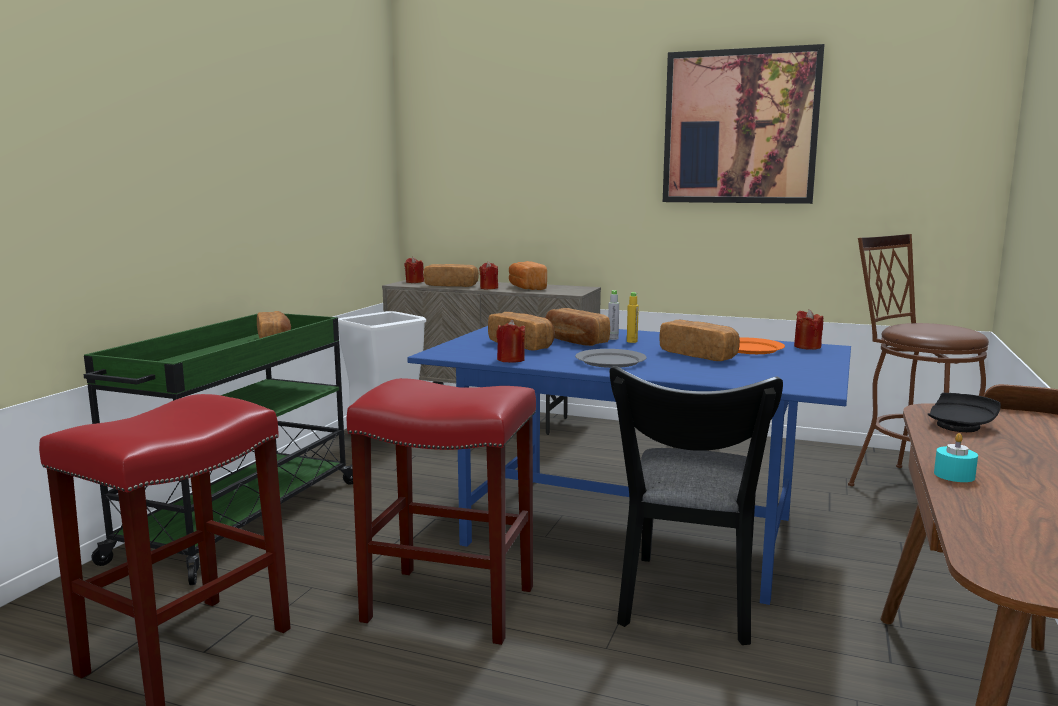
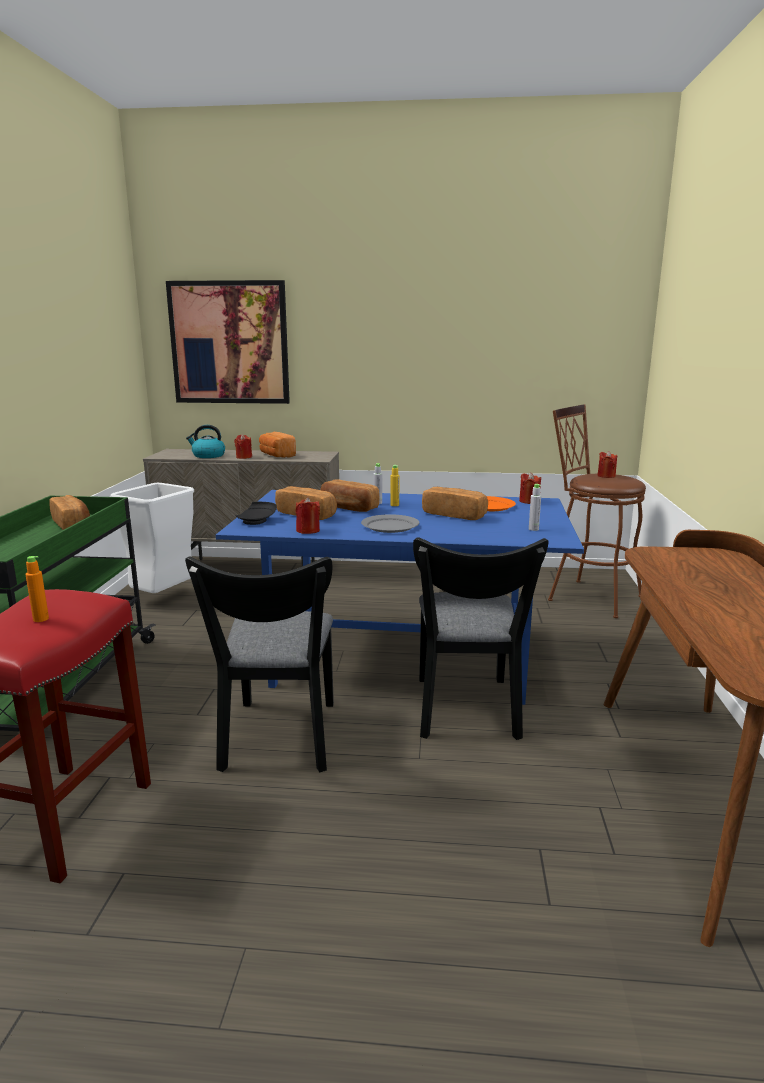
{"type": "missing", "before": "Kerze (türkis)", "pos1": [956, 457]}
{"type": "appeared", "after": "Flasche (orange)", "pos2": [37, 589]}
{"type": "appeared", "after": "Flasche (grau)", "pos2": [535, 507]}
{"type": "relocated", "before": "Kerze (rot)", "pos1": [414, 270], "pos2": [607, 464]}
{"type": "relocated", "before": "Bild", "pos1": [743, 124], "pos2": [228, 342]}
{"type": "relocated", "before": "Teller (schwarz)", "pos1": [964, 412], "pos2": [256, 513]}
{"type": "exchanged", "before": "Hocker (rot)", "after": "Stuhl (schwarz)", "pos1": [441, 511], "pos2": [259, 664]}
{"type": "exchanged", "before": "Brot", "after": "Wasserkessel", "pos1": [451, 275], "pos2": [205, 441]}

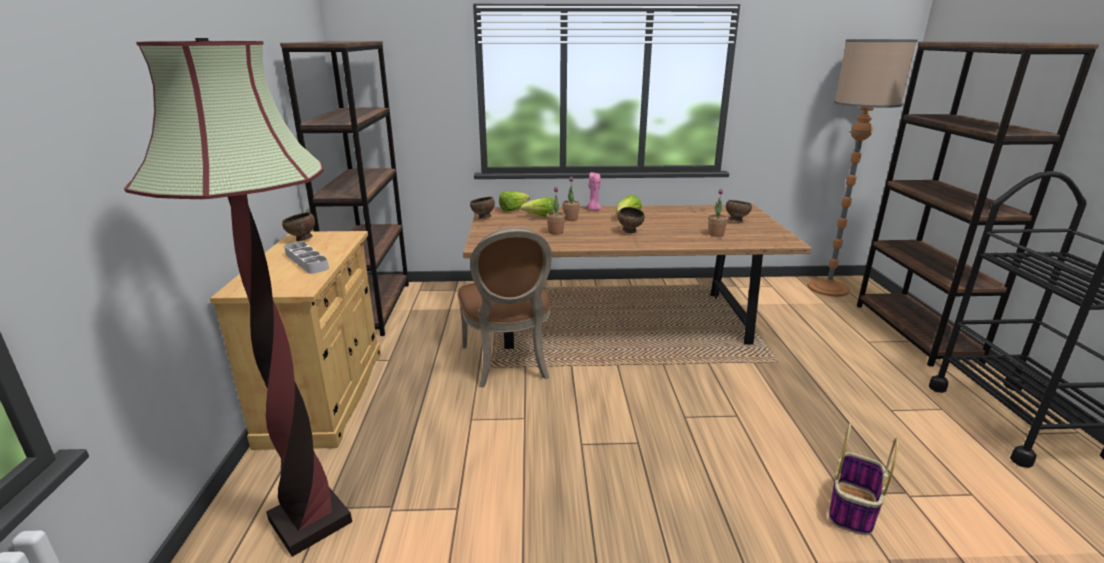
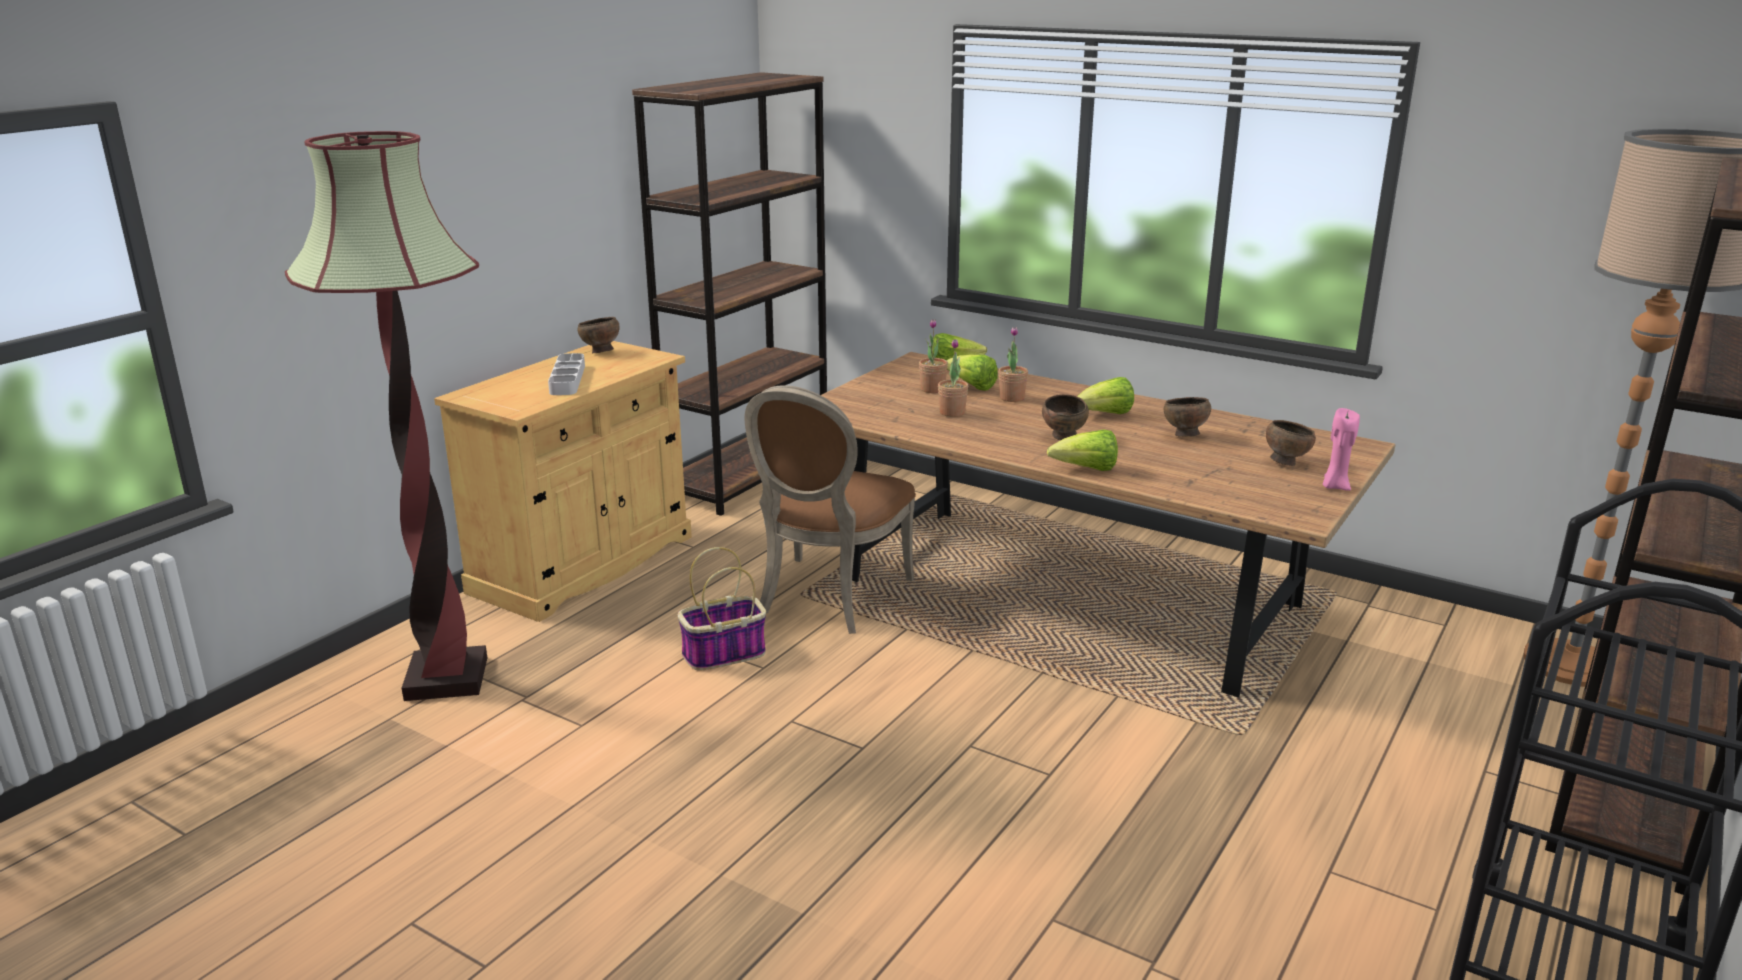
{"type": "appeared", "after": "Salatkopf", "pos2": [1082, 450]}
{"type": "relocated", "before": "Schüssel (braun)", "pos1": [482, 208], "pos2": [1187, 417]}
{"type": "relocated", "before": "Kerze (rosa)", "pos1": [594, 191], "pos2": [1341, 449]}
{"type": "relocated", "before": "Topfpflanze", "pos1": [718, 213], "pos2": [933, 356]}
{"type": "relocated", "before": "Korb", "pos1": [864, 479], "pos2": [721, 609]}

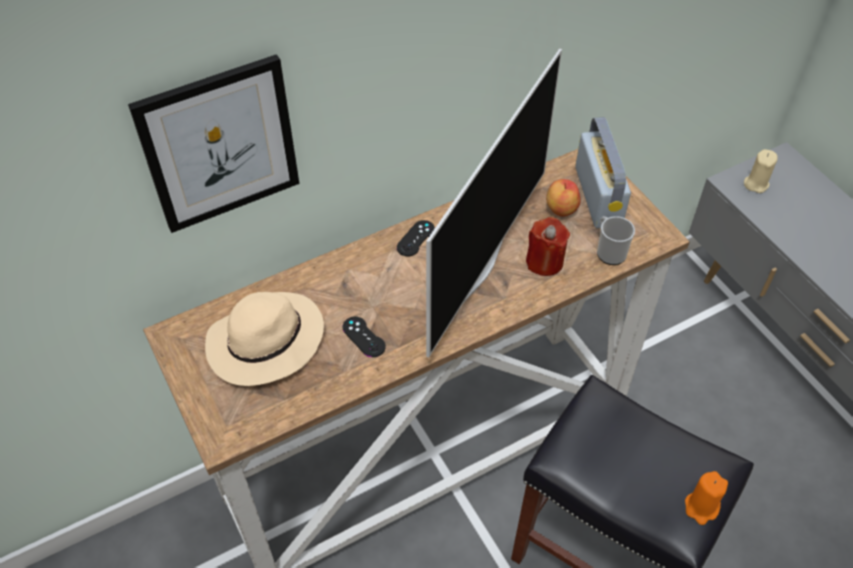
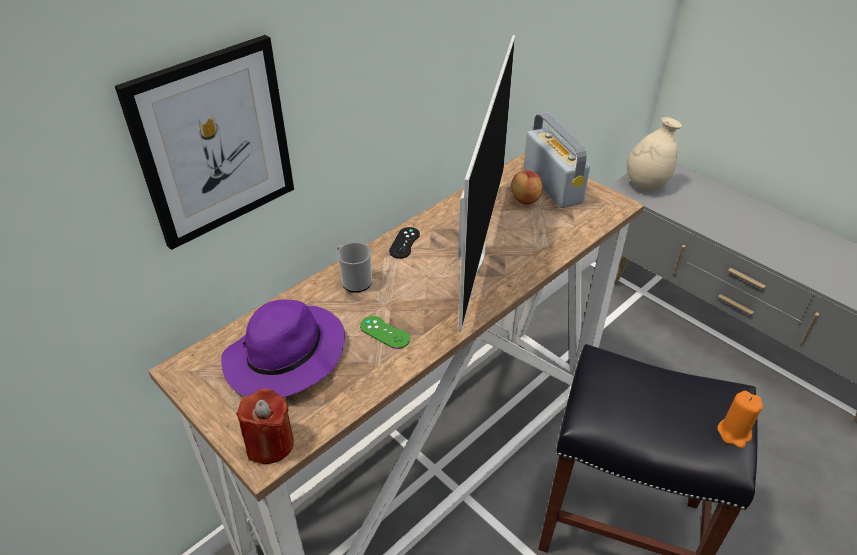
{"type": "relocated", "before": "Kerze (rot)", "pos1": [548, 246], "pos2": [265, 426]}
{"type": "relocated", "before": "Henkelbecher", "pos1": [616, 240], "pos2": [354, 267]}
{"type": "exchanged", "before": "Kerze (beige)", "after": "Vase (beige)", "pos1": [761, 171], "pos2": [654, 154]}
{"type": "colour", "before": "Hut (beige)", "after": "Hut (lila)", "pos1": [264, 339], "pos2": [283, 348]}
{"type": "colour", "before": "Gamepad (schwarz)", "after": "Gamepad (grün)", "pos1": [364, 337], "pos2": [385, 332]}

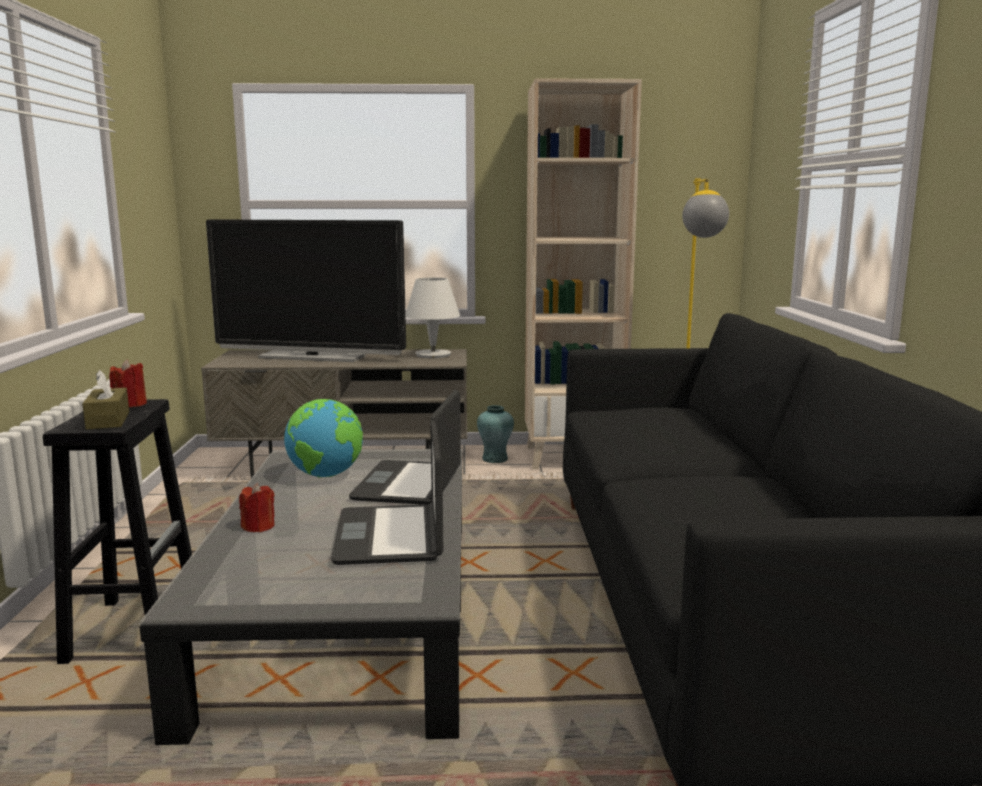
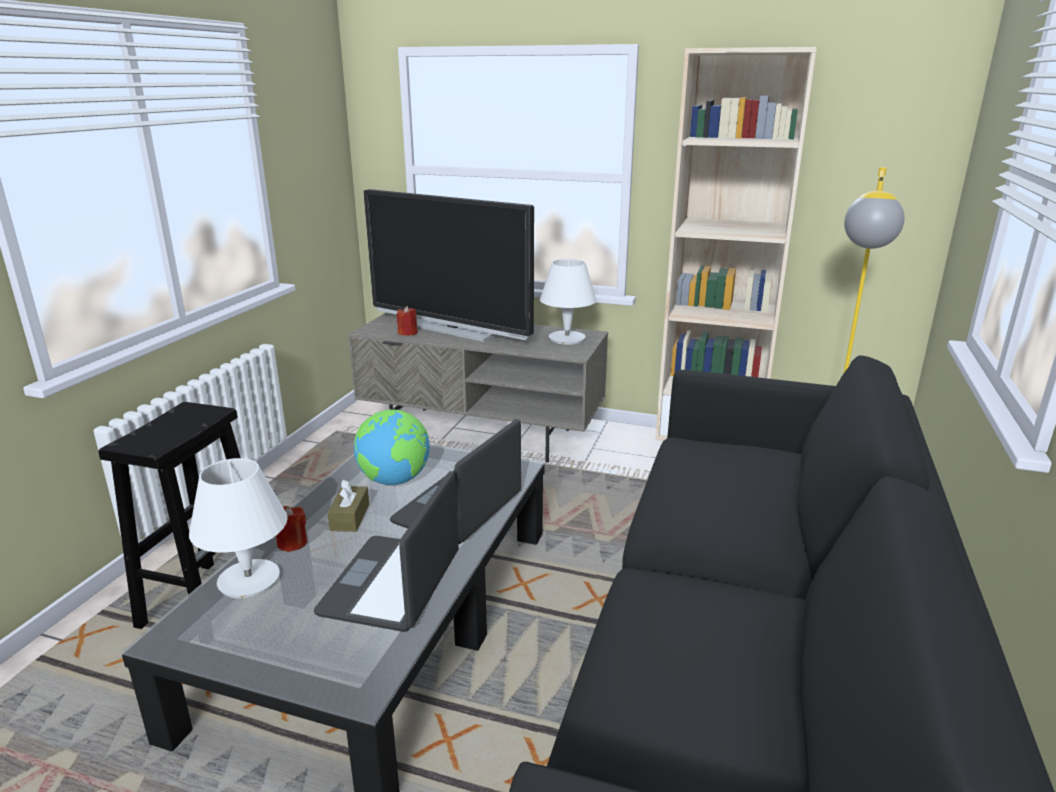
{"type": "missing", "before": "Vase (türkis)", "pos1": [495, 434]}
{"type": "appeared", "after": "Tischlampe (weiß)", "pos2": [238, 528]}
{"type": "relocated", "before": "Taschentuchbox (braun)", "pos1": [105, 400], "pos2": [348, 506]}
{"type": "relocated", "before": "Kerze (rot)", "pos1": [128, 383], "pos2": [407, 321]}

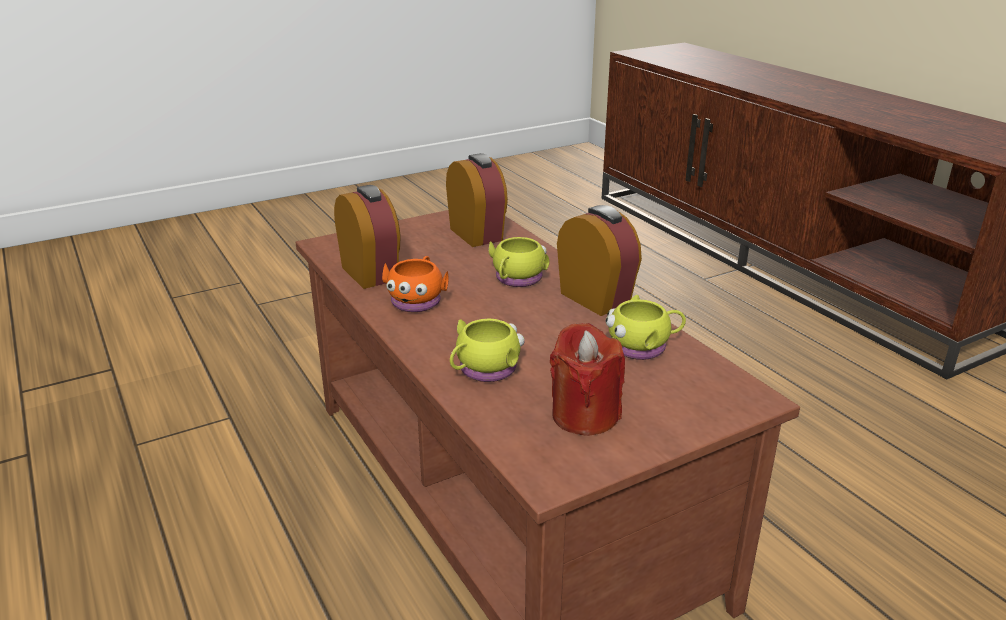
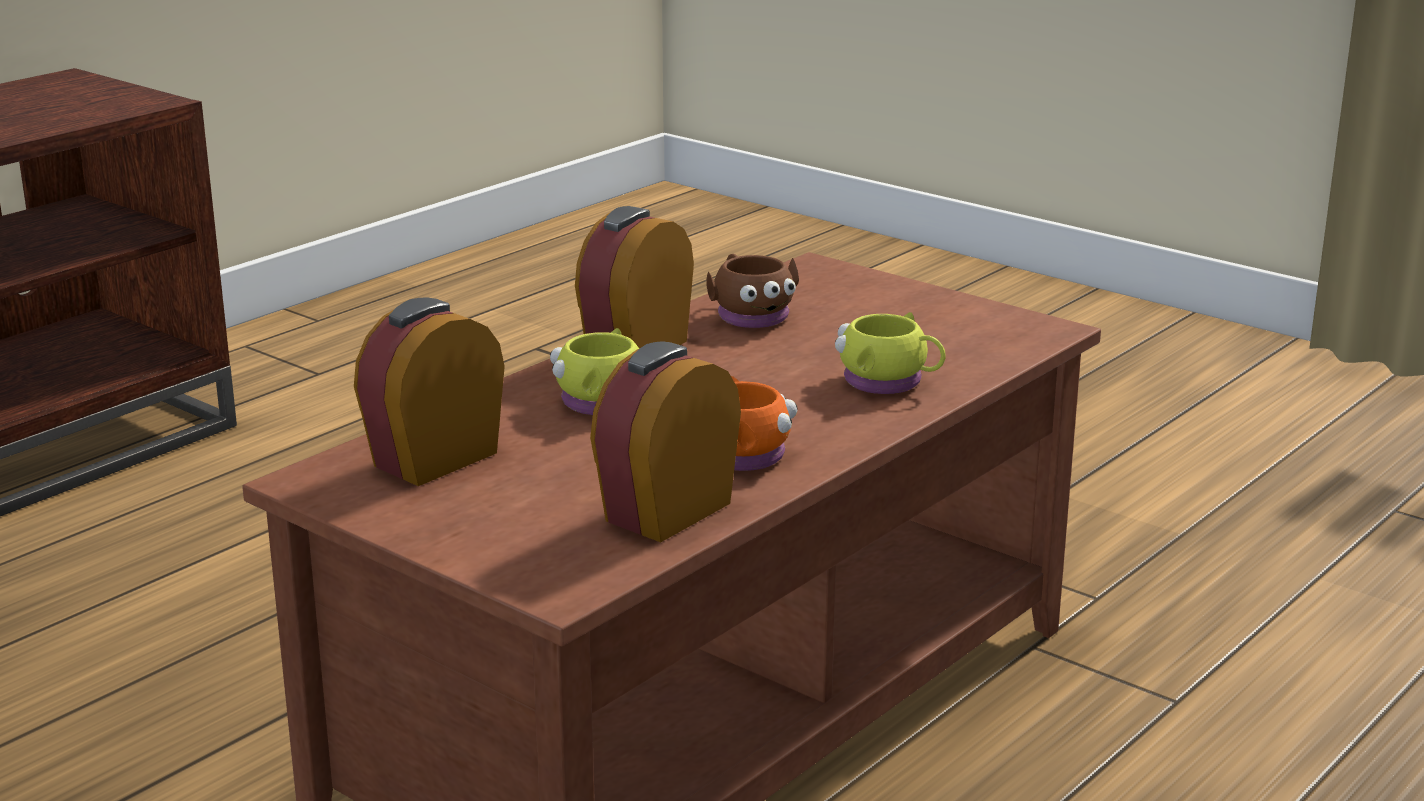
{"type": "missing", "before": "Kerze (rot)", "pos1": [587, 379]}
{"type": "colour", "before": "Henkelbecher (gelb)", "after": "Henkelbecher (braun)", "pos1": [646, 327], "pos2": [752, 291]}

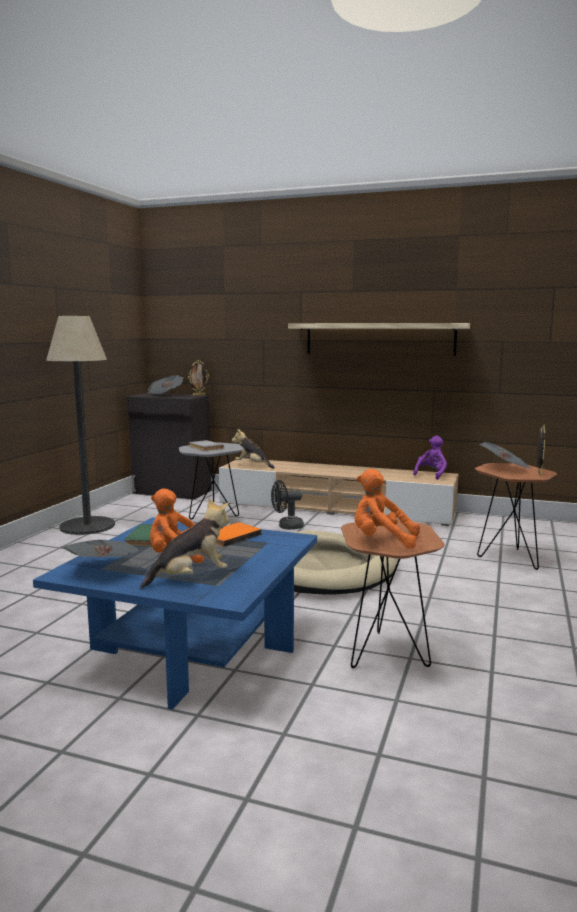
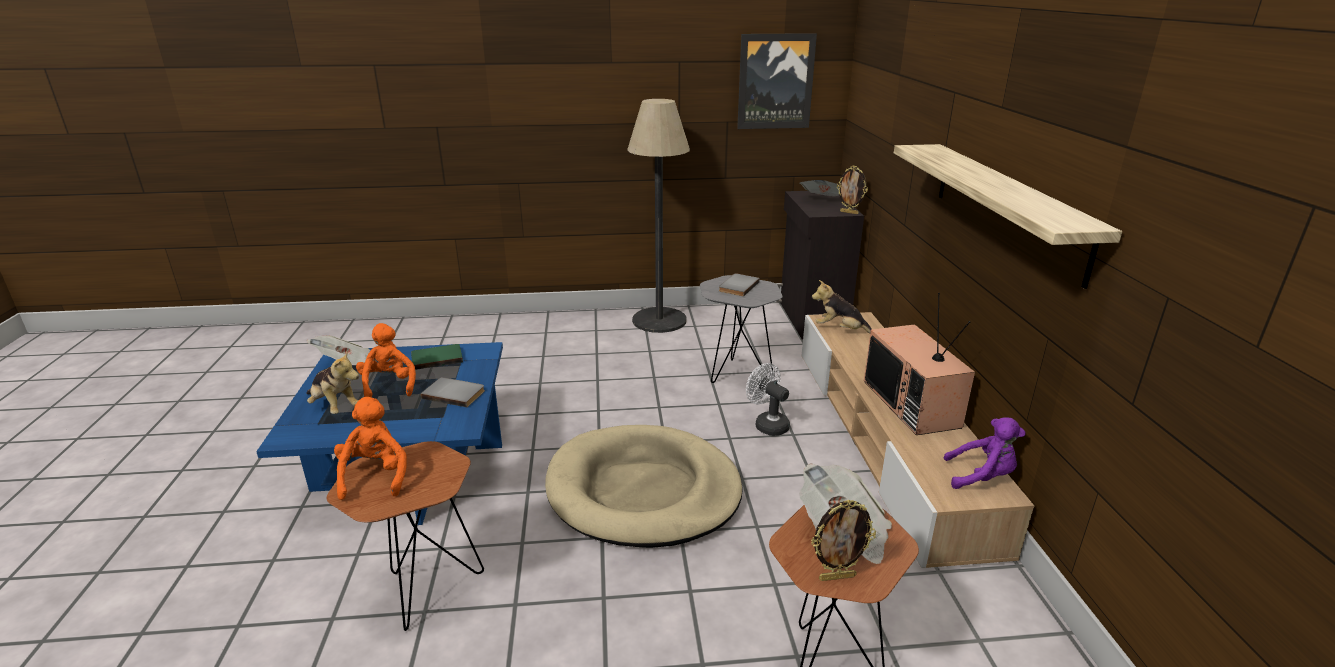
{"type": "appeared", "after": "Bild", "pos2": [777, 81]}
{"type": "appeared", "after": "Fernseher", "pos2": [919, 364]}
{"type": "colour", "before": "Buch (orange)", "after": "Buch (grau)", "pos1": [239, 534], "pos2": [453, 392]}
{"type": "colour", "before": "Ventilator (schwarz)", "after": "Ventilator (weiß)", "pos1": [287, 505], "pos2": [768, 399]}
{"type": "spun", "before": "Plüschtier", "pos1": [253, 449], "pos2": [841, 307], "turn": -75}

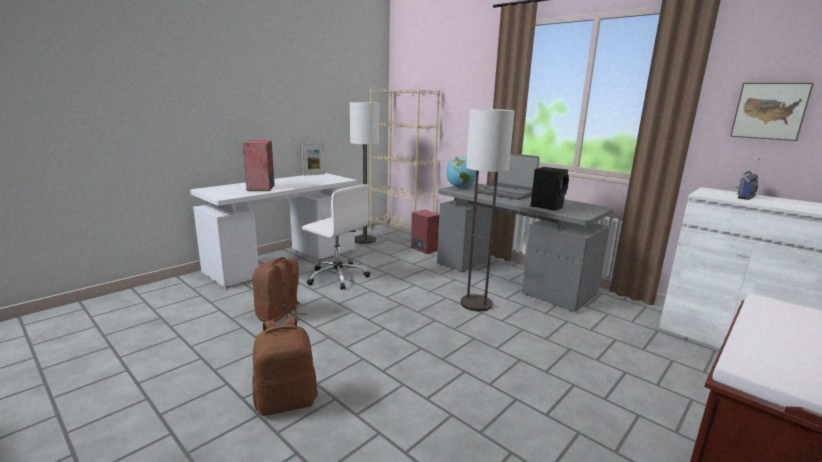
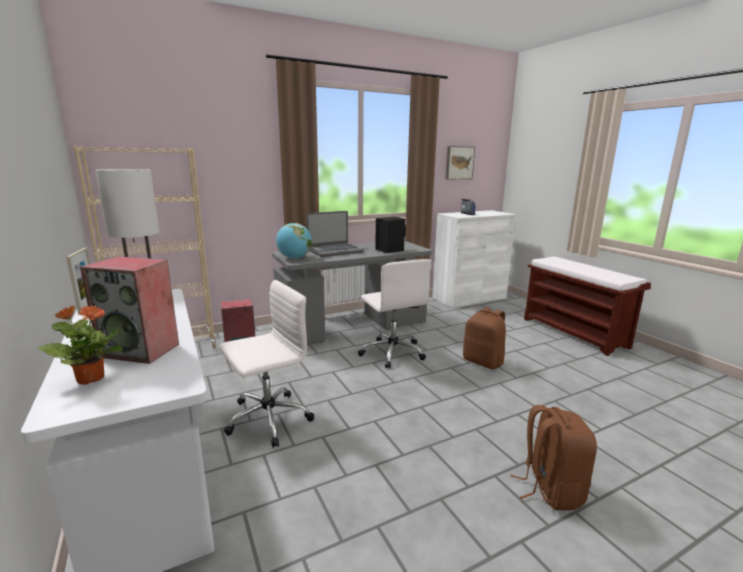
{"type": "appeared", "after": "Topfpflanze", "pos2": [80, 345]}
{"type": "relocated", "before": "Rucksack (braun)", "pos1": [279, 289], "pos2": [484, 338]}
{"type": "exchanged", "before": "Stehlampe", "after": "Bürostuhl (weiß)", "pos1": [488, 210], "pos2": [394, 313]}

